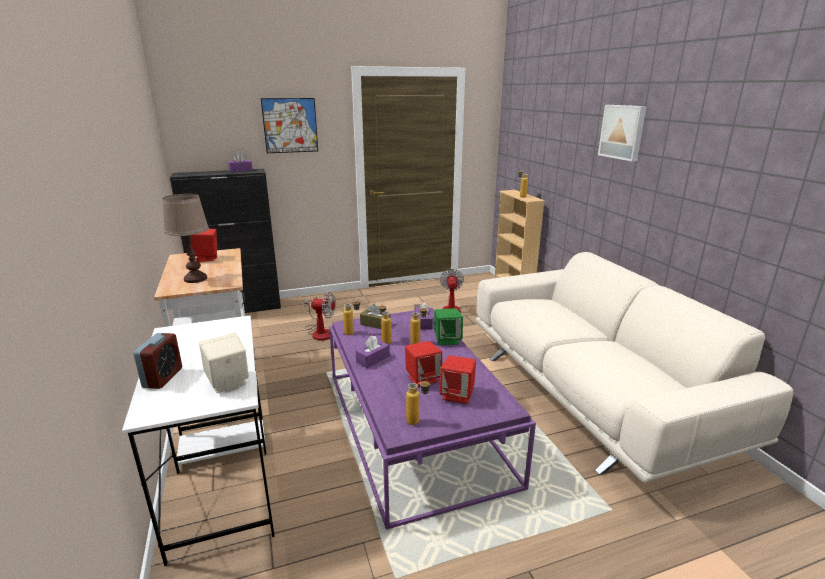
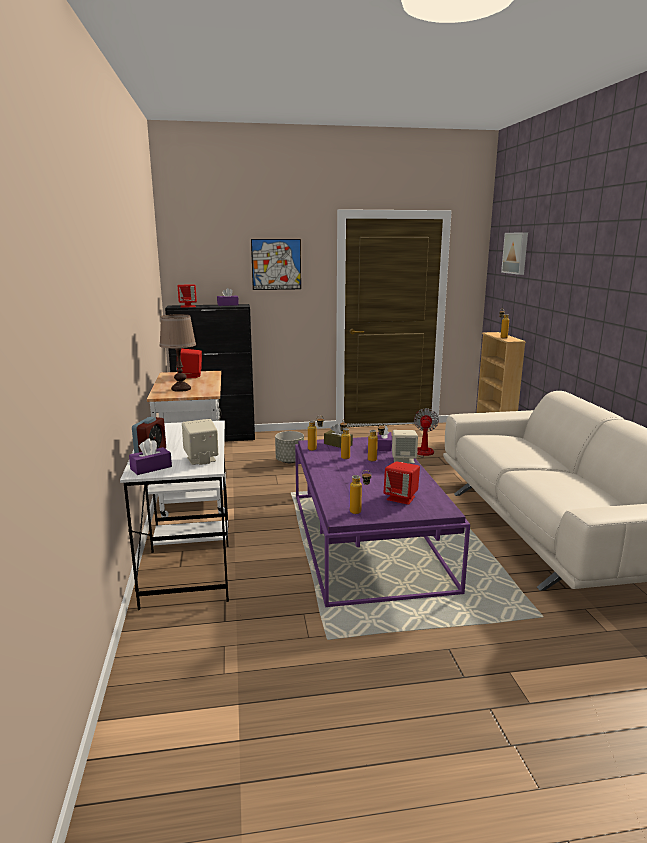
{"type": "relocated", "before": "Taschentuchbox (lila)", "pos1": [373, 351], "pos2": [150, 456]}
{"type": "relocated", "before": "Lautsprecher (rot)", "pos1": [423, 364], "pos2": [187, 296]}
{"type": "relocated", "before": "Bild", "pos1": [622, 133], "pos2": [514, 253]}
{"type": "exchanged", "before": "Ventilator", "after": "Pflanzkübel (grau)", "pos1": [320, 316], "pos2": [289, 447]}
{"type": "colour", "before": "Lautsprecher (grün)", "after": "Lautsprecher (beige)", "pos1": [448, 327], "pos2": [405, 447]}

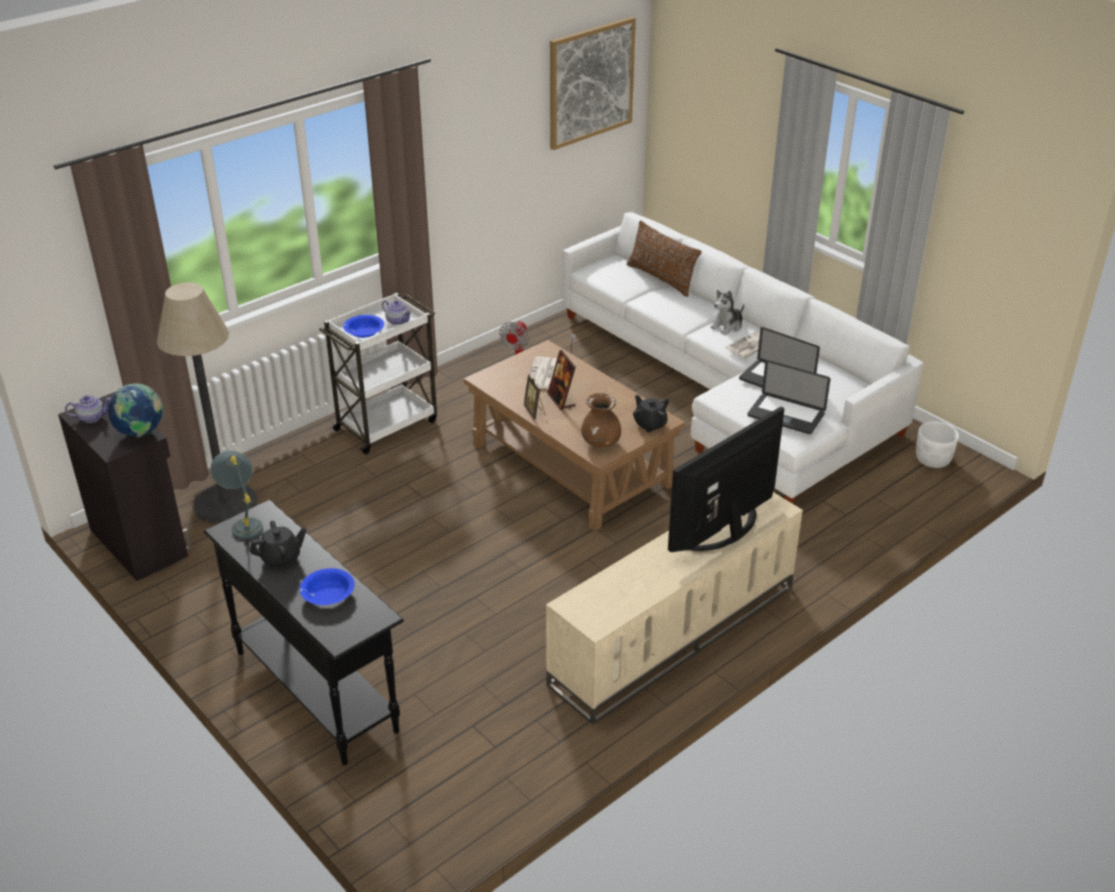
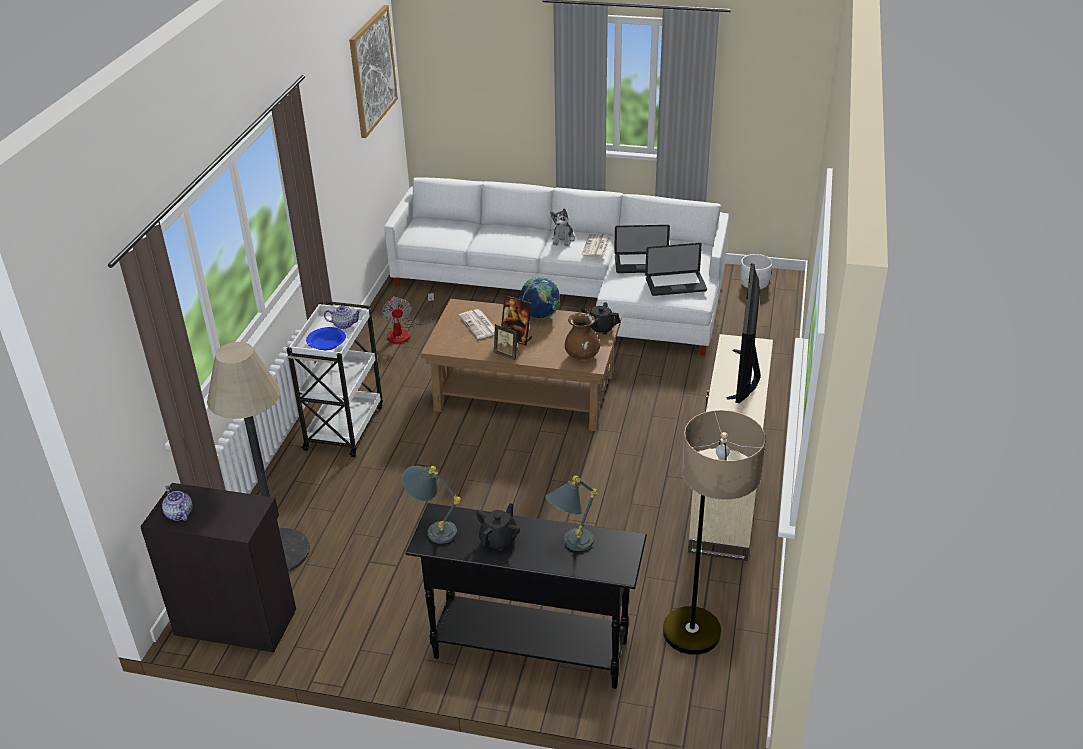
{"type": "missing", "before": "Kissen (braun)", "pos1": [664, 258]}
{"type": "appeared", "after": "Stehlampe", "pos2": [714, 532]}
{"type": "relocated", "before": "Globus", "pos1": [136, 410], "pos2": [539, 297]}
{"type": "exchanged", "before": "Schüssel (blau)", "after": "Tischlampe (grau)", "pos1": [327, 586], "pos2": [571, 513]}
{"type": "spun", "before": "Teekanne", "pos1": [88, 409], "pos2": [177, 503], "turn": -75}

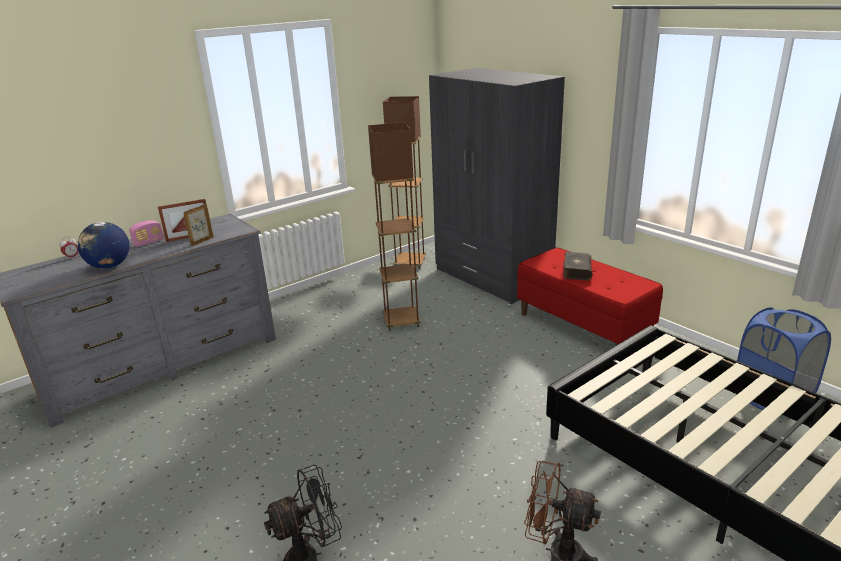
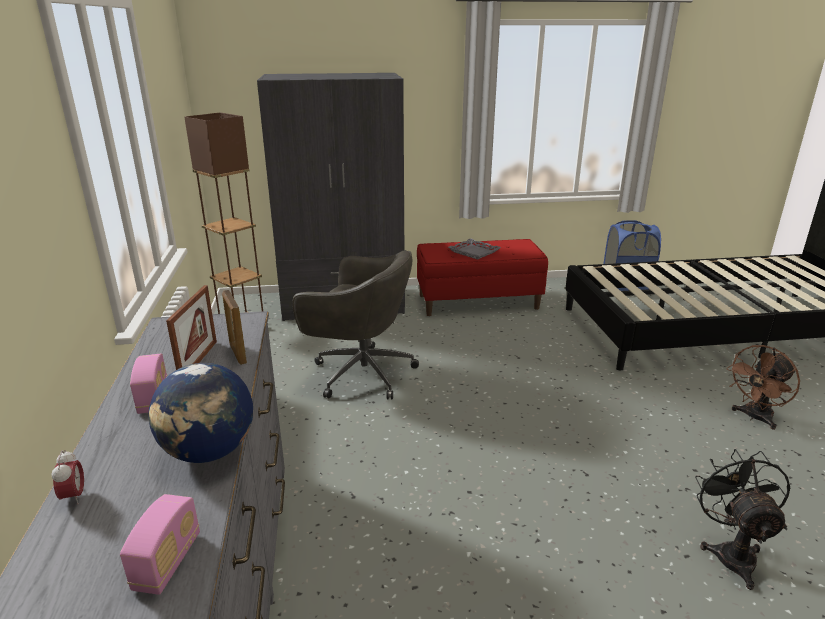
{"type": "appeared", "after": "Radio", "pos2": [160, 544]}
{"type": "exchanged", "before": "Stehlampe (braun)", "after": "Bürostuhl (grau)", "pos1": [394, 226], "pos2": [355, 325]}
{"type": "exchanged", "before": "Buch", "after": "Tablett (grau)", "pos1": [577, 265], "pos2": [474, 249]}

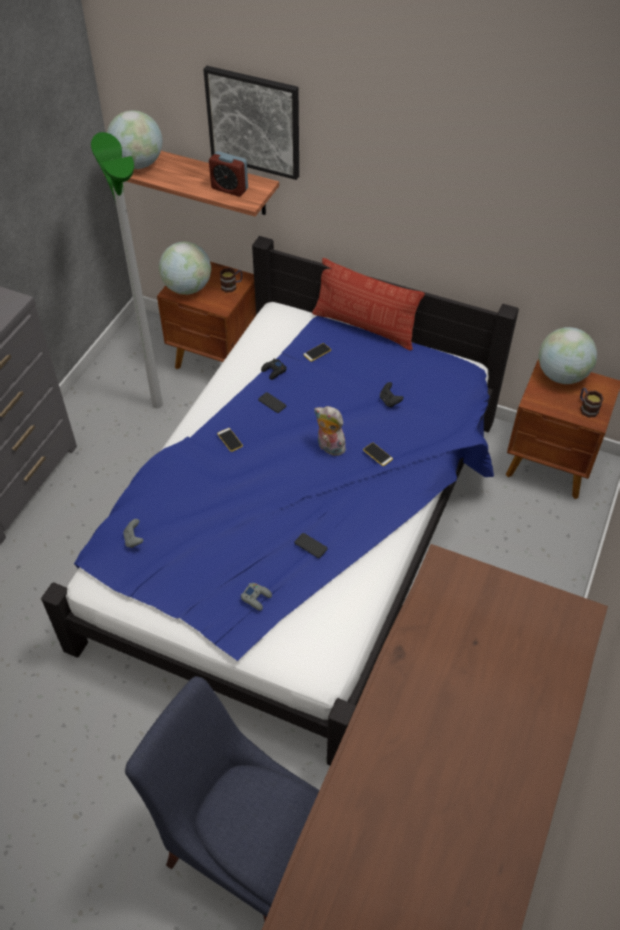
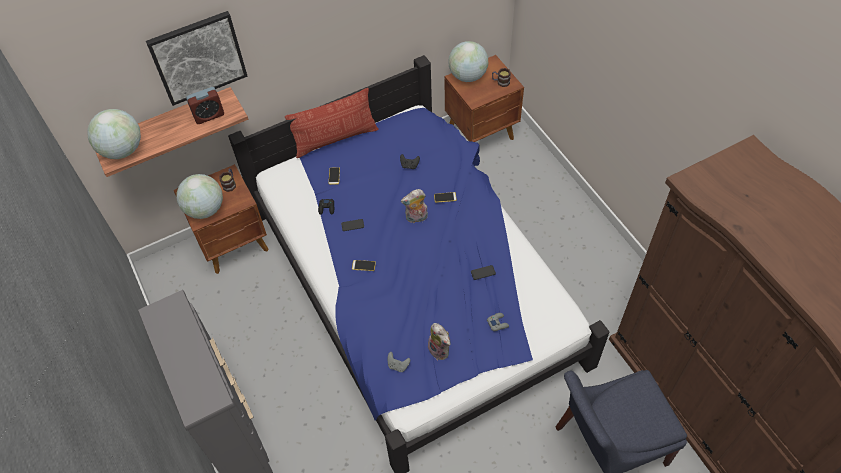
{"type": "missing", "before": "Stehlampe", "pos1": [127, 270]}
{"type": "appeared", "after": "Plüschtier", "pos2": [439, 341]}

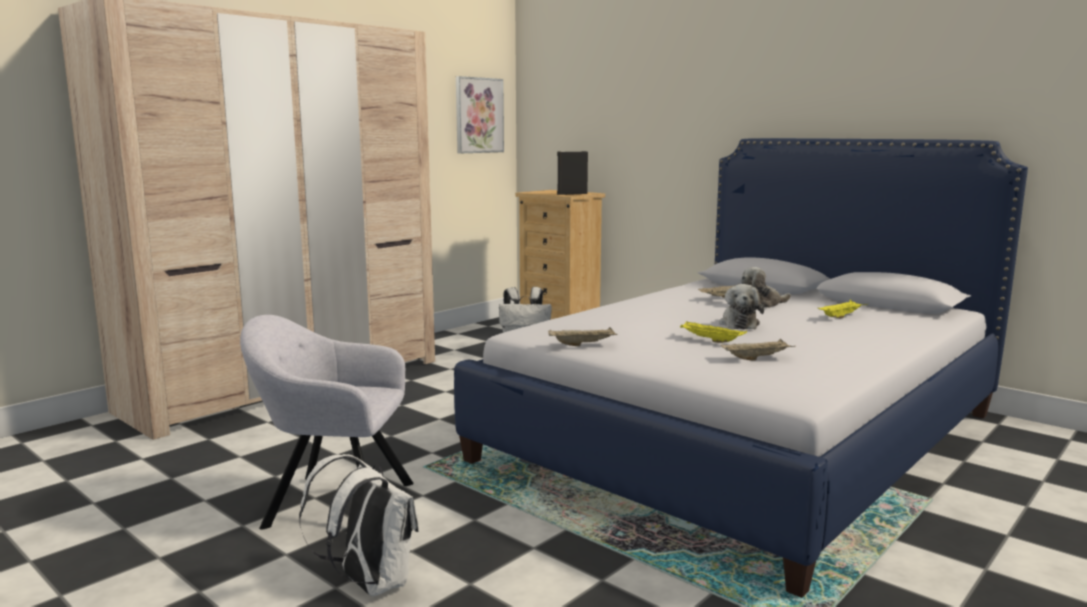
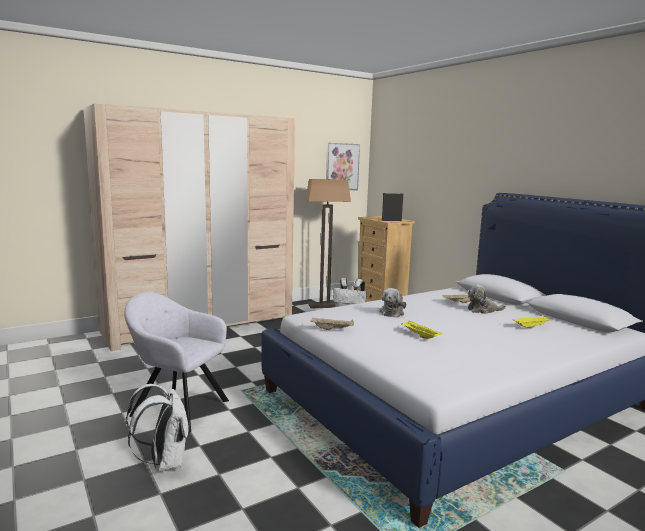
{"type": "missing", "before": "Tablett (beige)", "pos1": [758, 349]}
{"type": "appeared", "after": "Stehlampe", "pos2": [328, 244]}
{"type": "relocated", "before": "Plüschtier", "pos1": [741, 306], "pos2": [392, 302]}

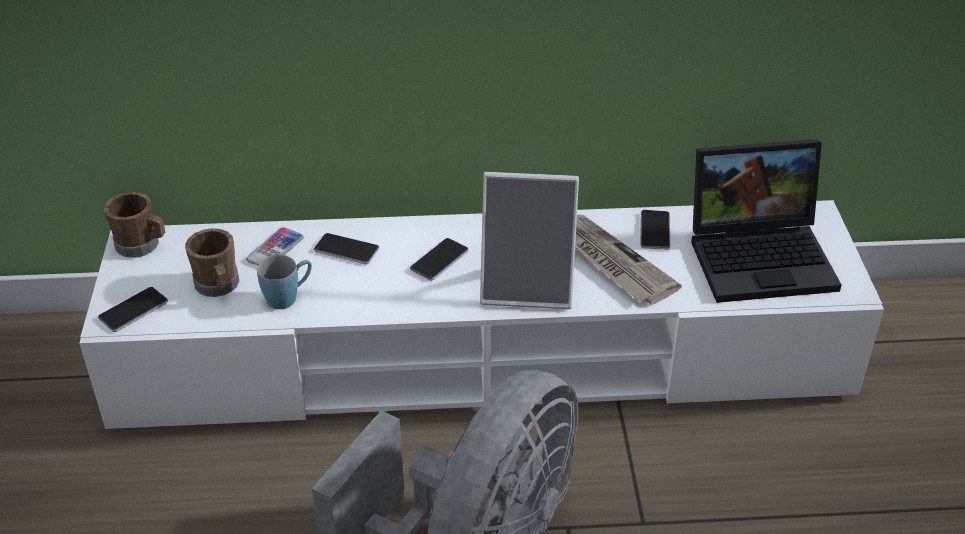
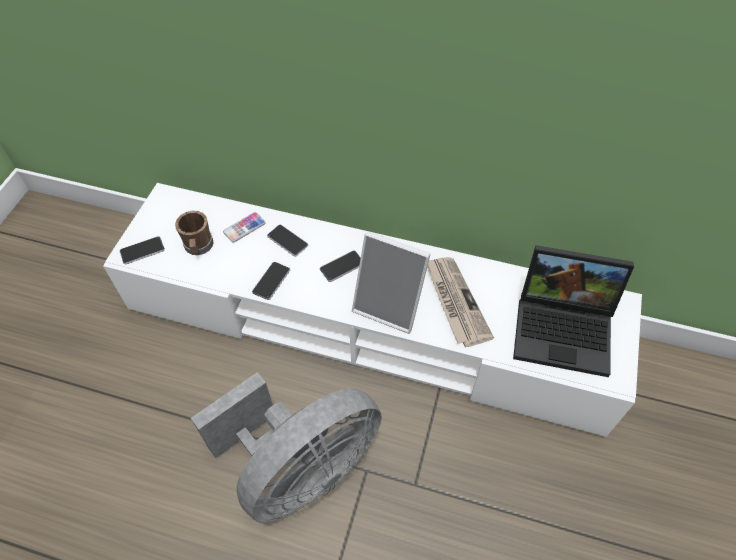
{"type": "missing", "before": "Henkelbecher (braun)", "pos1": [134, 225]}
{"type": "missing", "before": "Henkelbecher (blau)", "pos1": [284, 282]}
{"type": "relocated", "before": "Handy", "pos1": [655, 230], "pos2": [271, 281]}

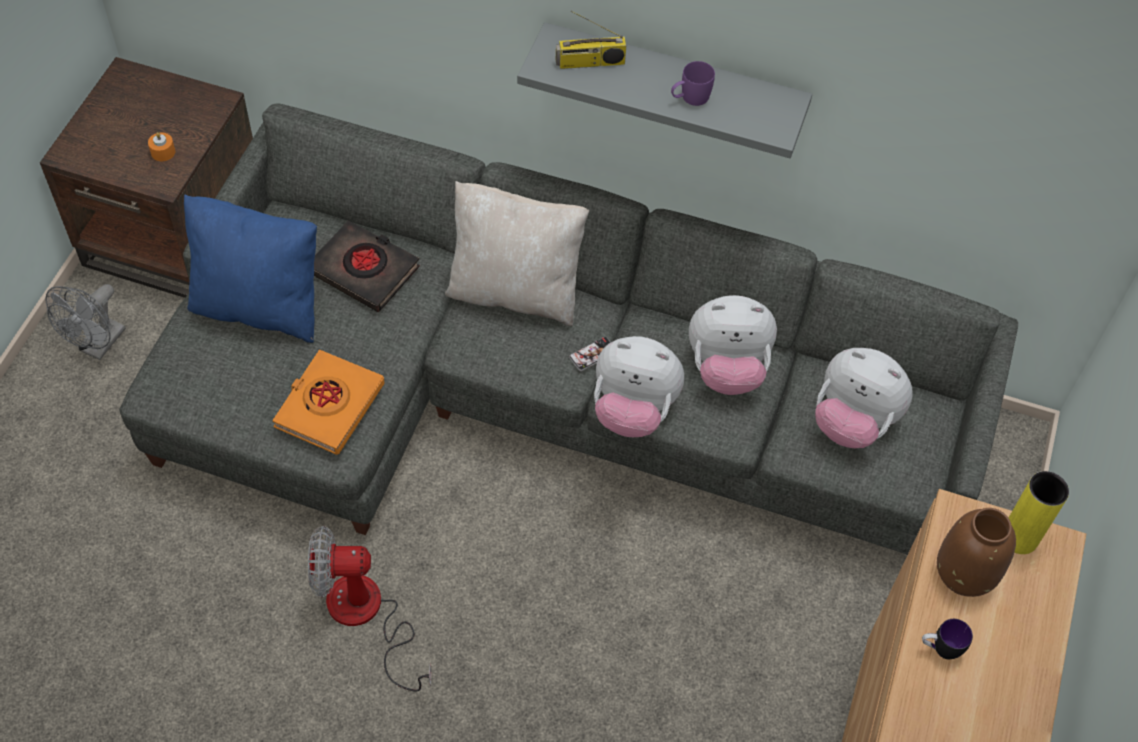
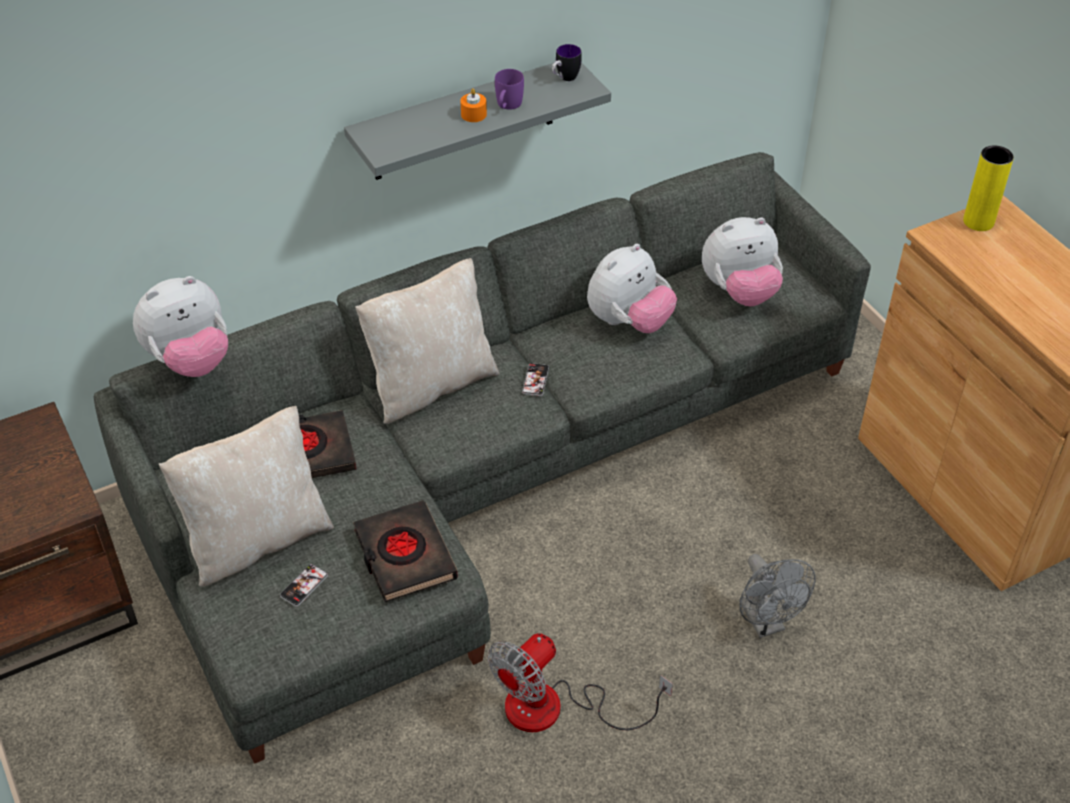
{"type": "missing", "before": "Radio", "pos1": [591, 40]}
{"type": "missing", "before": "Vase (braun)", "pos1": [976, 552]}
{"type": "appeared", "after": "Handy", "pos2": [304, 585]}
{"type": "relocated", "before": "Ventilator (grau)", "pos1": [85, 322], "pos2": [777, 596]}
{"type": "relocated", "before": "Kerze (orange)", "pos1": [161, 146], "pos2": [474, 105]}
{"type": "relocated", "before": "Plüschtier", "pos1": [639, 386], "pos2": [180, 326]}
{"type": "relocated", "before": "Henkelbecher", "pos1": [947, 639], "pos2": [567, 62]}
{"type": "colour", "before": "Kissen (blau)", "after": "Kissen (beige)", "pos1": [250, 269], "pos2": [246, 496]}
{"type": "colour", "before": "Buch (orange)", "after": "Buch (schwarz)", "pos1": [328, 402], "pos2": [405, 551]}

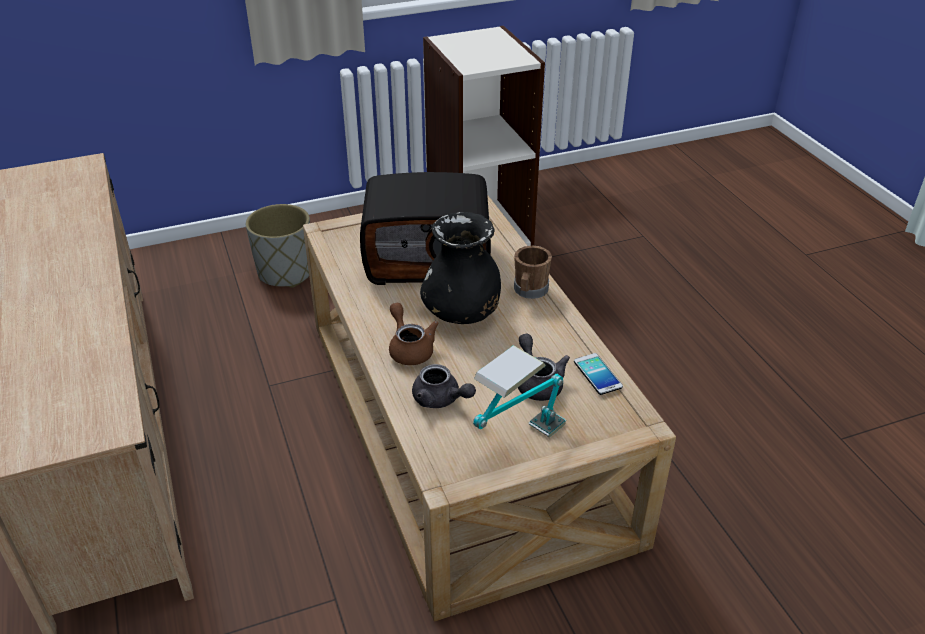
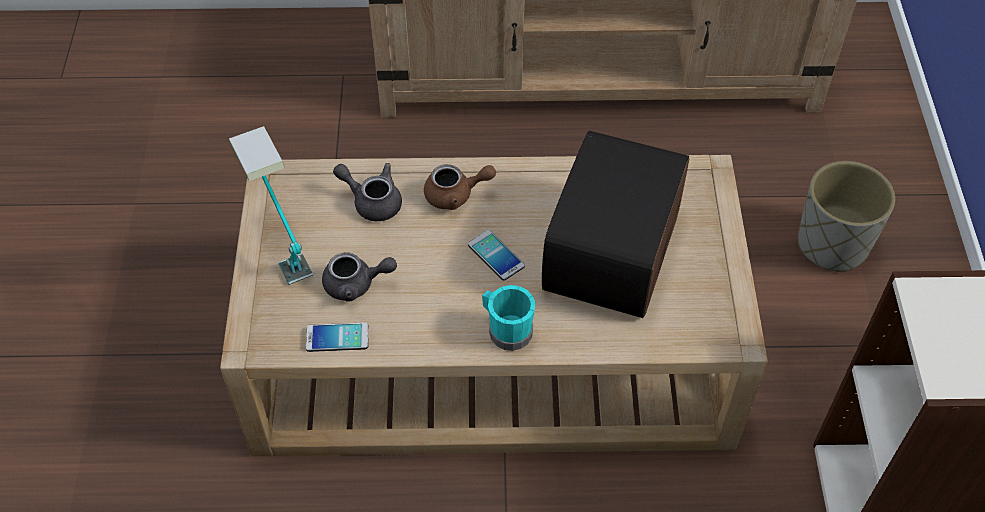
{"type": "exchanged", "before": "Vase (schwarz)", "after": "Handy", "pos1": [460, 268], "pos2": [496, 255]}
{"type": "colour", "before": "Henkelbecher (braun)", "after": "Henkelbecher (türkis)", "pos1": [533, 272], "pos2": [509, 318]}
{"type": "spun", "before": "Teekanne (grau)", "pos1": [444, 386], "pos2": [367, 192], "turn": 60}

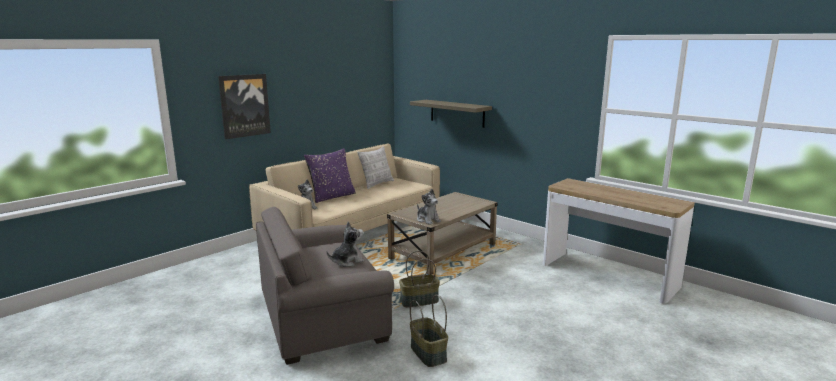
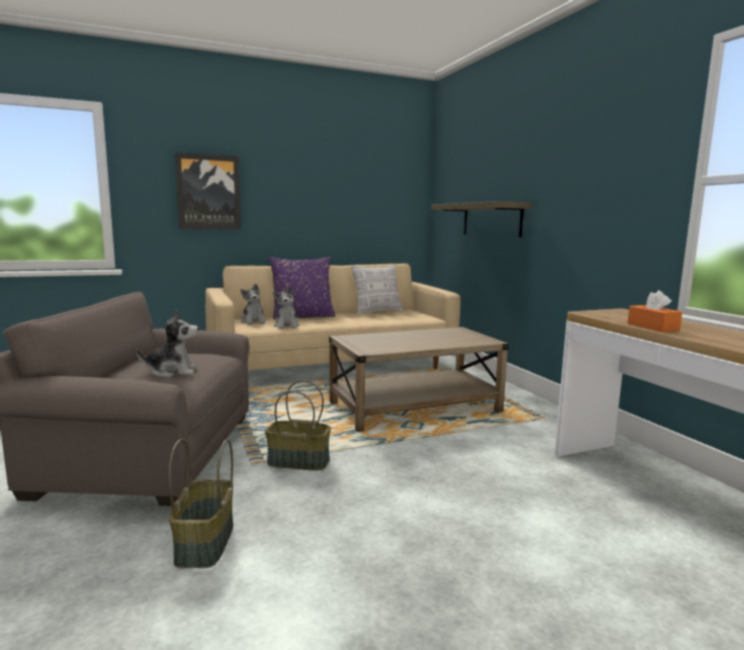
{"type": "appeared", "after": "Taschentuchbox (orange)", "pos2": [654, 311]}
{"type": "relocated", "before": "Plüschtier", "pos1": [429, 207], "pos2": [286, 307]}

